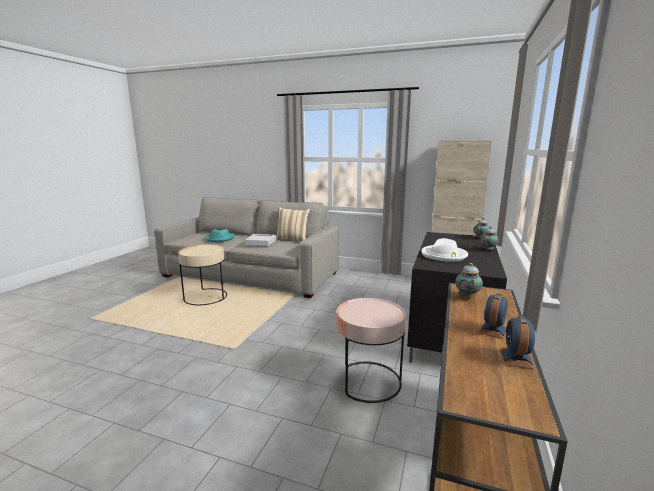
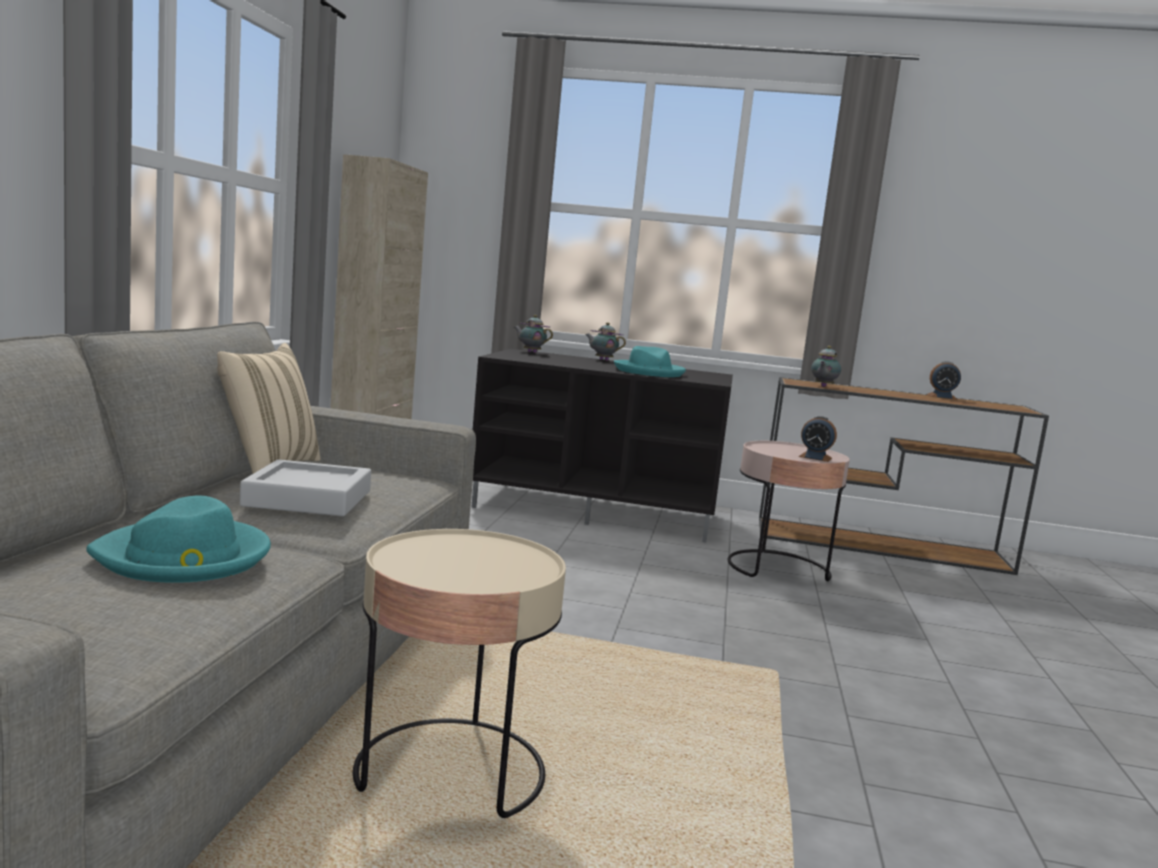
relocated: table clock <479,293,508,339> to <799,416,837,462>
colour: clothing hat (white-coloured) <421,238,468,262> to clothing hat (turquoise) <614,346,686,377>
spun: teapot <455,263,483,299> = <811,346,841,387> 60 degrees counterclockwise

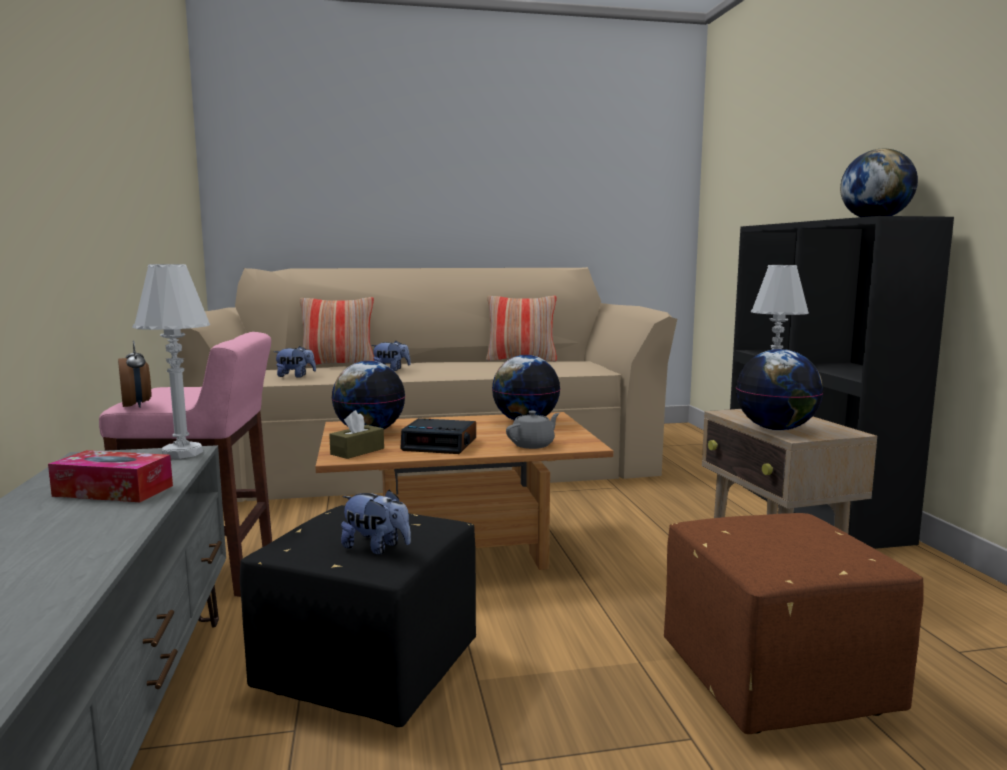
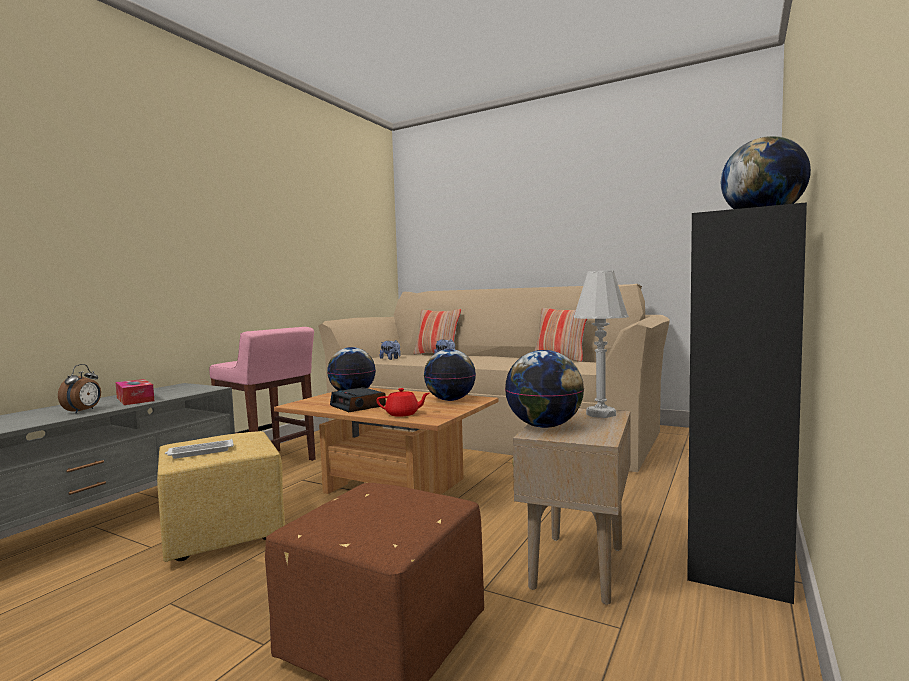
missing: lamp for a table (white-coloured) <132,264,210,459>; tissue box (brownish) <329,410,384,459>
relocated: table clock <118,341,152,408> to <58,364,101,414>
exchanged: plush toy <341,490,411,555> to carrying tray (white-coloured) <165,439,234,459>
colour: teapot (gray) <506,411,560,449> to teapot (red) <376,388,429,417>; pouffe (black-coloured) <240,505,476,727> to pouffe (yellow) <157,431,285,562>

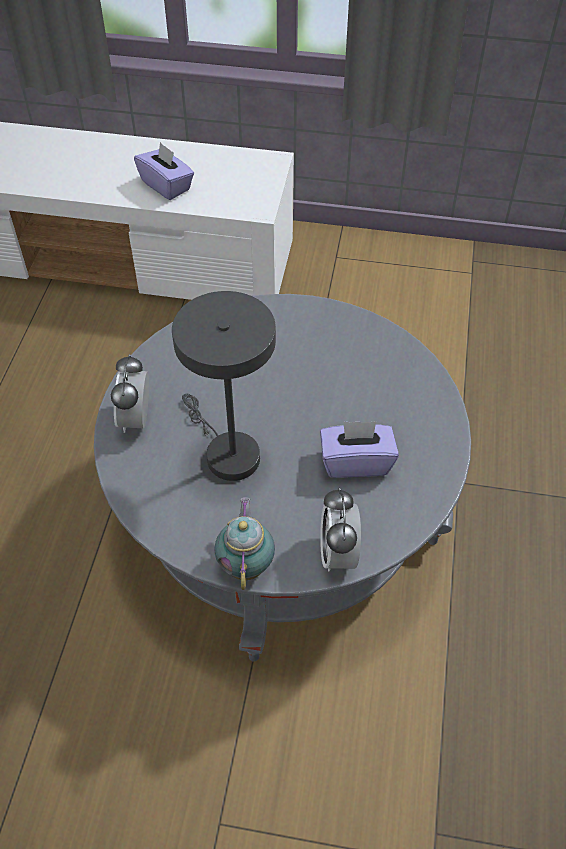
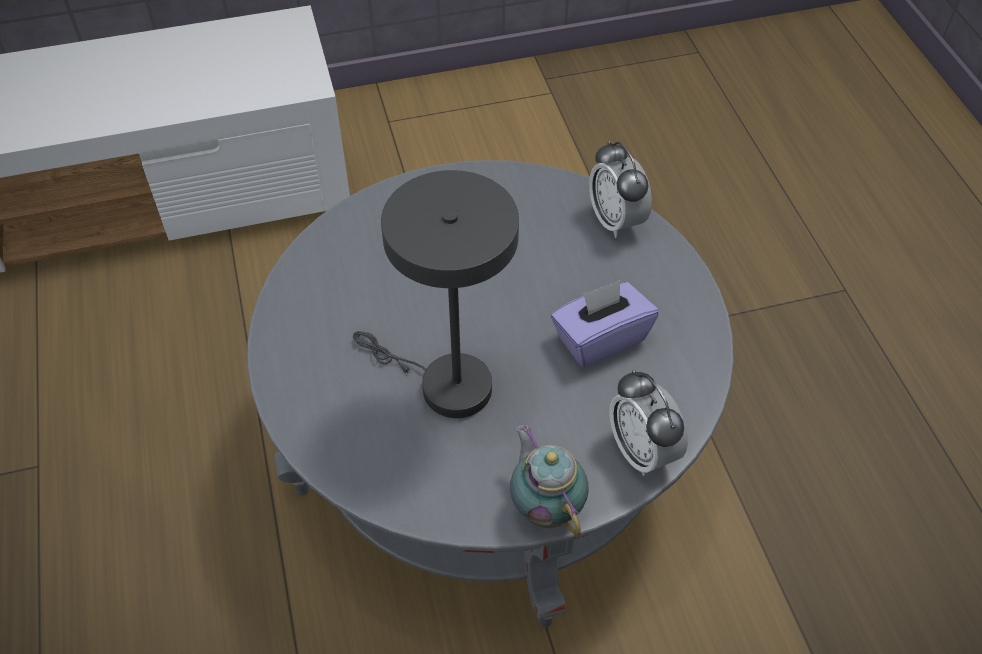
missing: tissue box (purple) <134,142,194,200>
relocated: table clock <111,354,149,433> to <589,141,652,238>

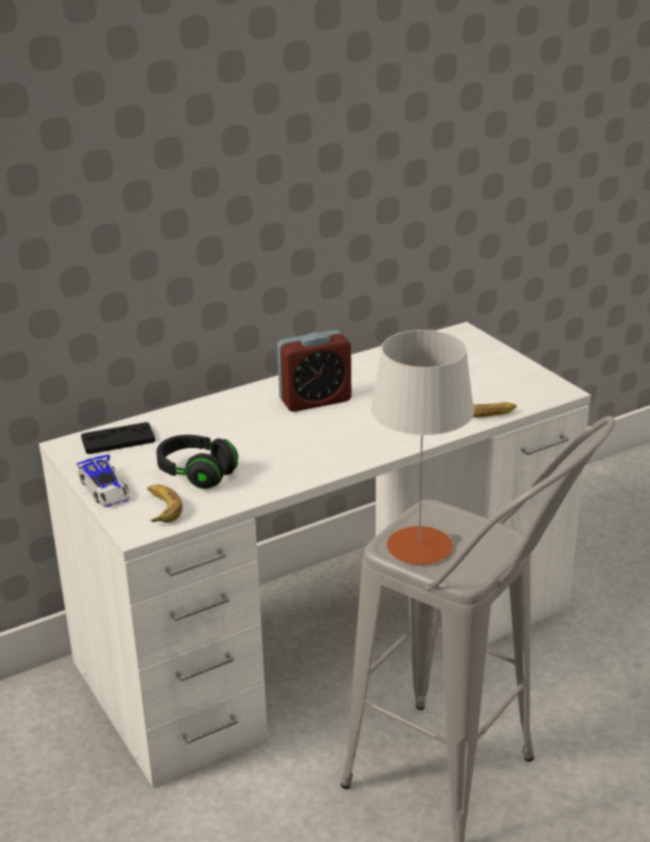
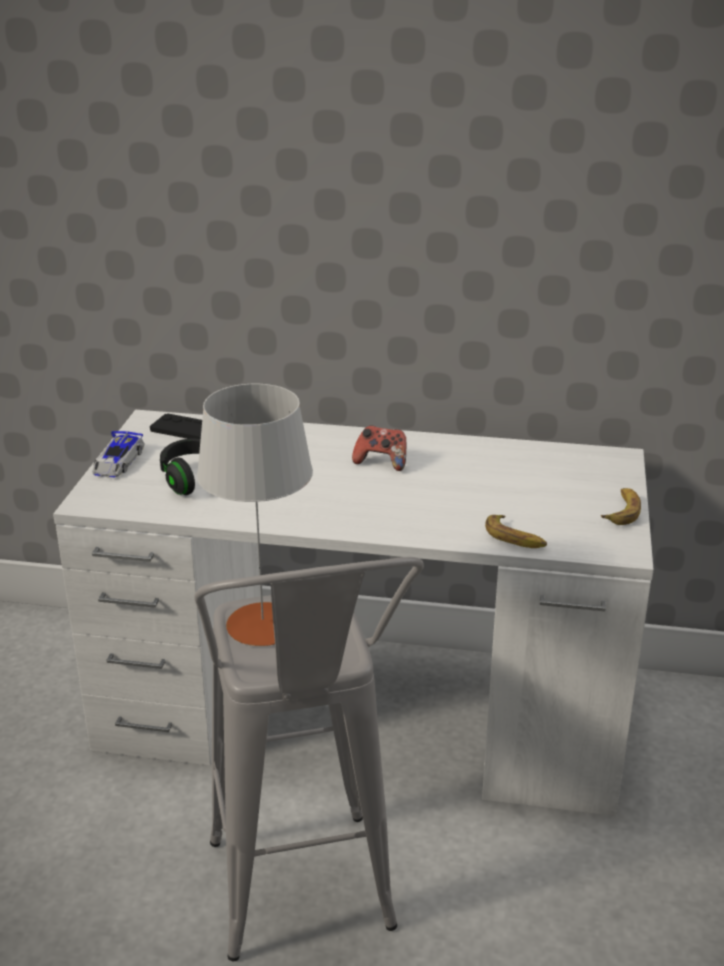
relocated: whole banana <147,484,183,523> to <601,488,641,525>
exchanged: table clock <277,330,351,412> to gamepad <352,425,406,471>

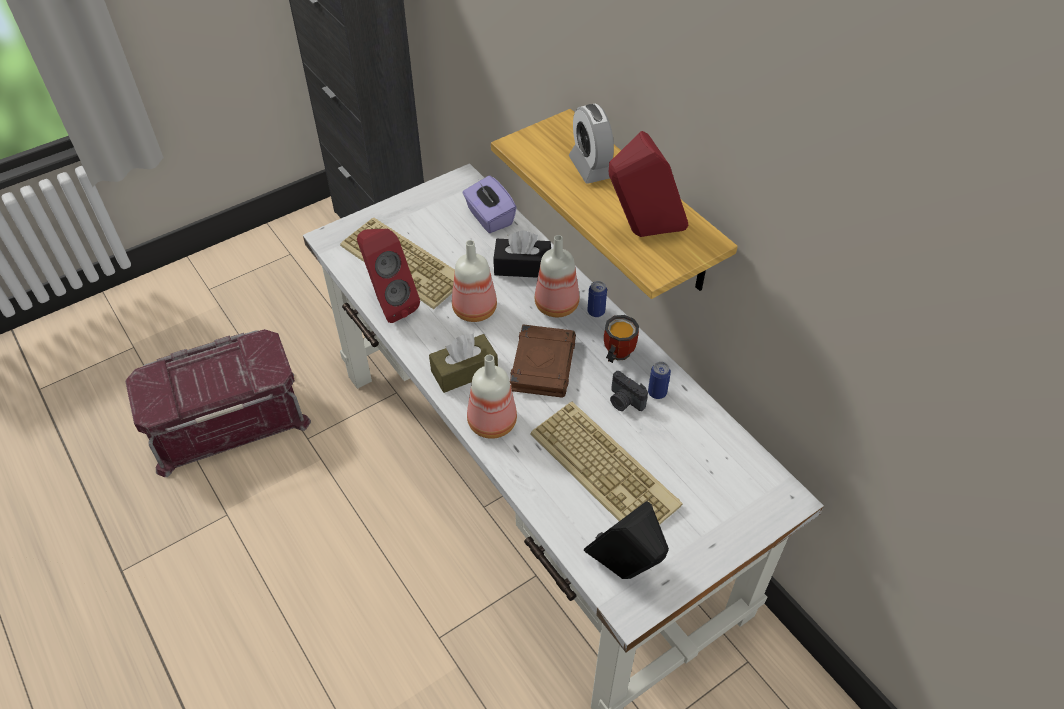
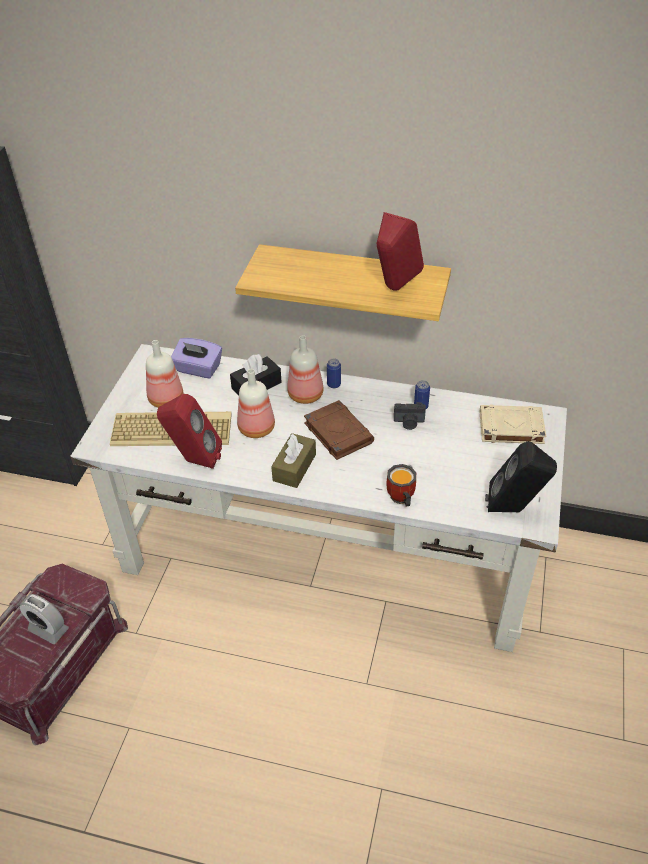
missing: PC keyboard <531,402,683,525>
appeared: bound book (sand-coloured) <480,405,546,444>
relocated: table clock <568,103,614,184> to <19,594,69,644>; coffee mug <604,315,639,363> to <386,464,416,507>; drink bottle <467,354,517,439> to <146,340,183,408>

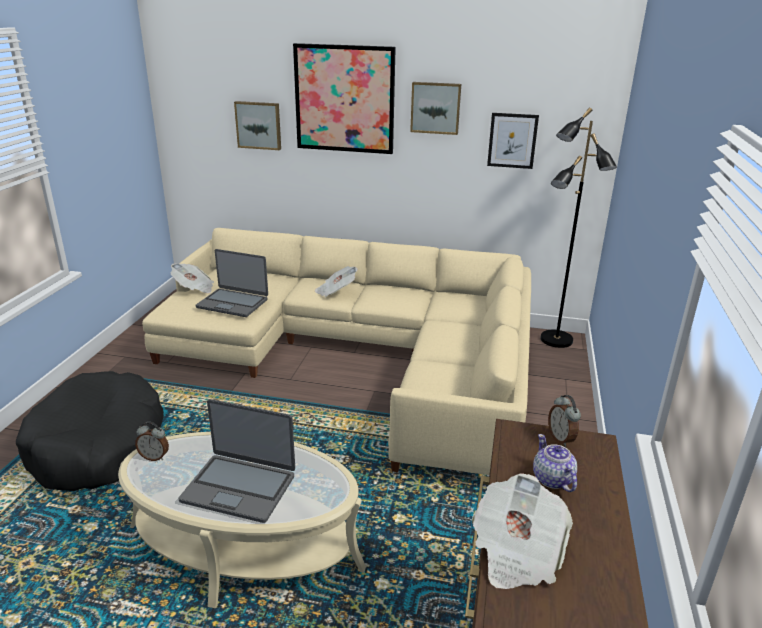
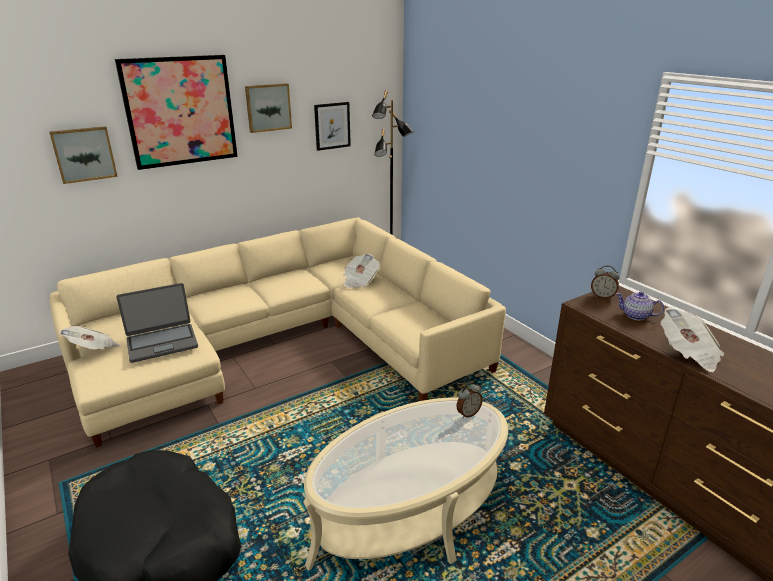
missing: laptop <179,399,295,523>
relocated: printed paper <315,266,358,297> to <343,254,380,288>; table clock <135,422,169,461> to <456,382,483,418>

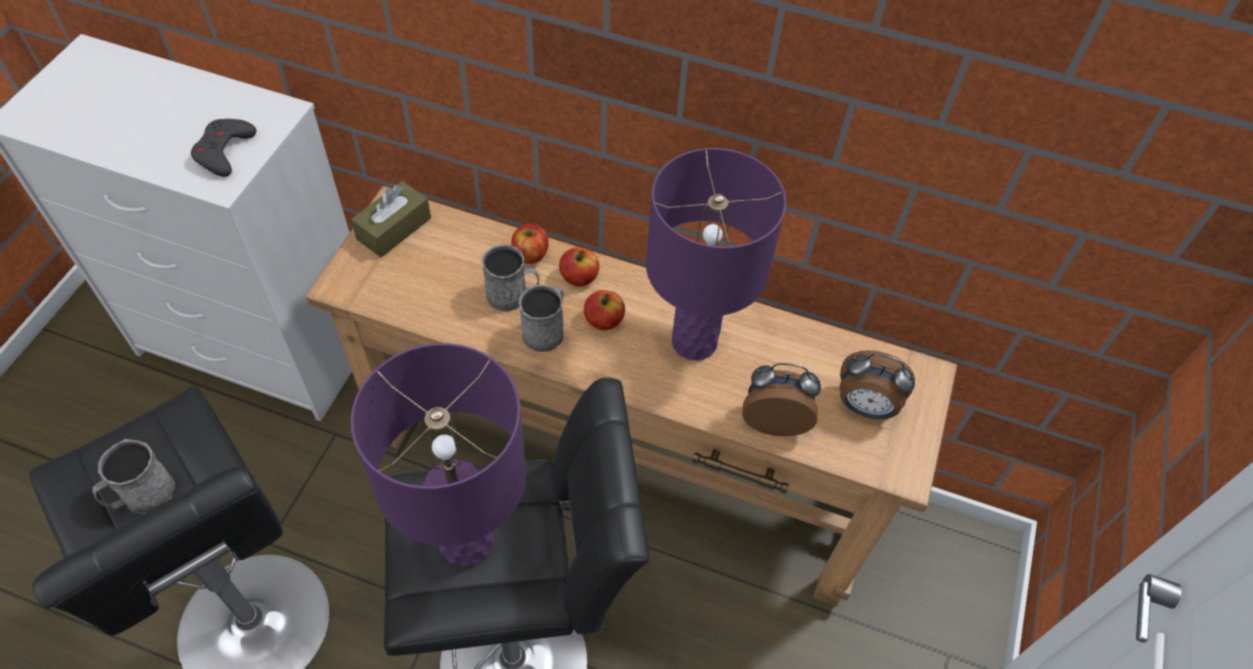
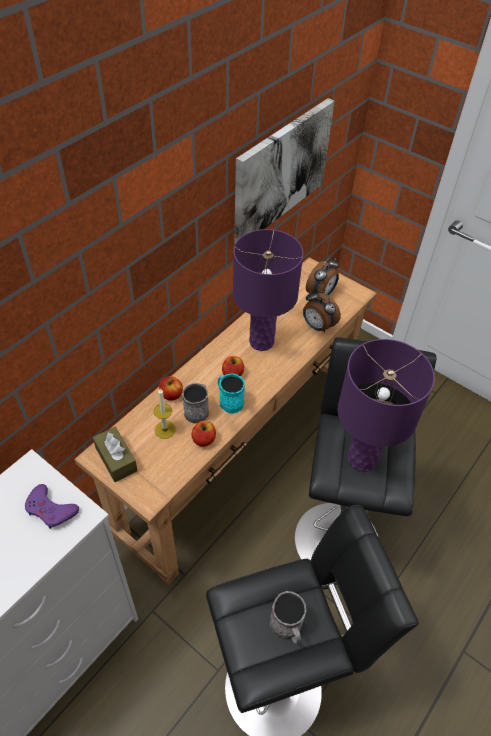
appeared: picture <234,98,335,244>; wax light <154,388,176,439>
relocated: whole apple <559,247,599,287> to <191,421,216,447>
colour: gamepad (gray) <191,119,257,177> to gamepad (purple) <25,484,79,529>; coffee mug (gray) <519,284,564,352> to coffee mug (turquoise) <218,373,245,414>
spun: table clock <742,363,821,436> = <303,289,341,333> 75 degrees counterclockwise

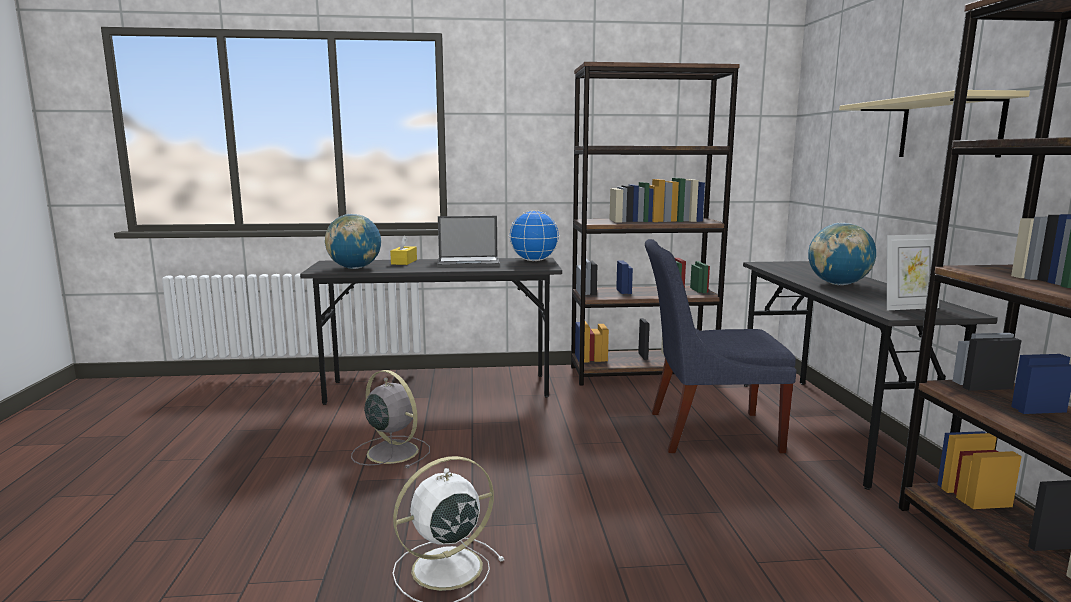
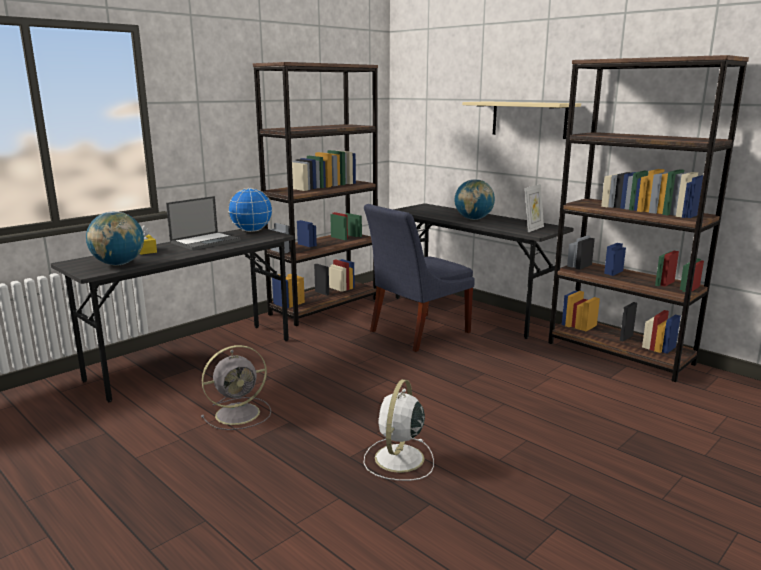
spun: cooling fan (gray) <351,370,430,469> = <201,345,271,430> 150 degrees clockwise

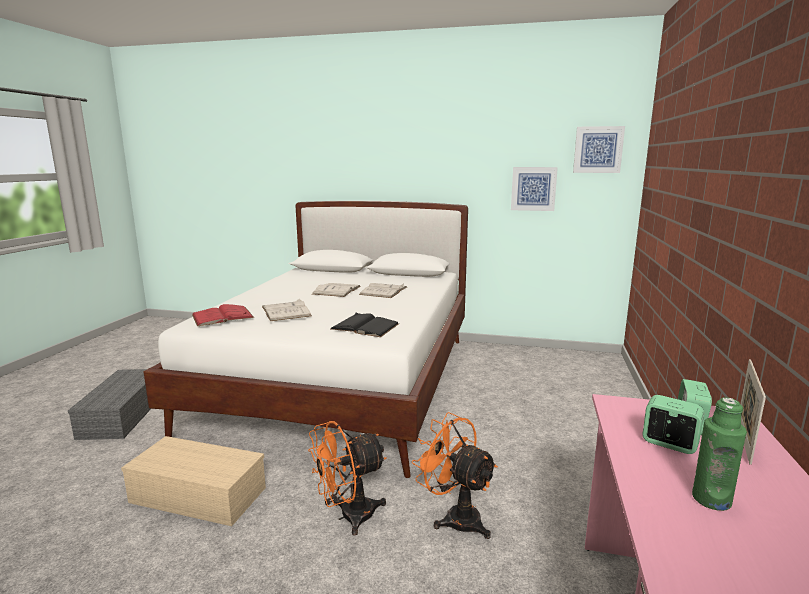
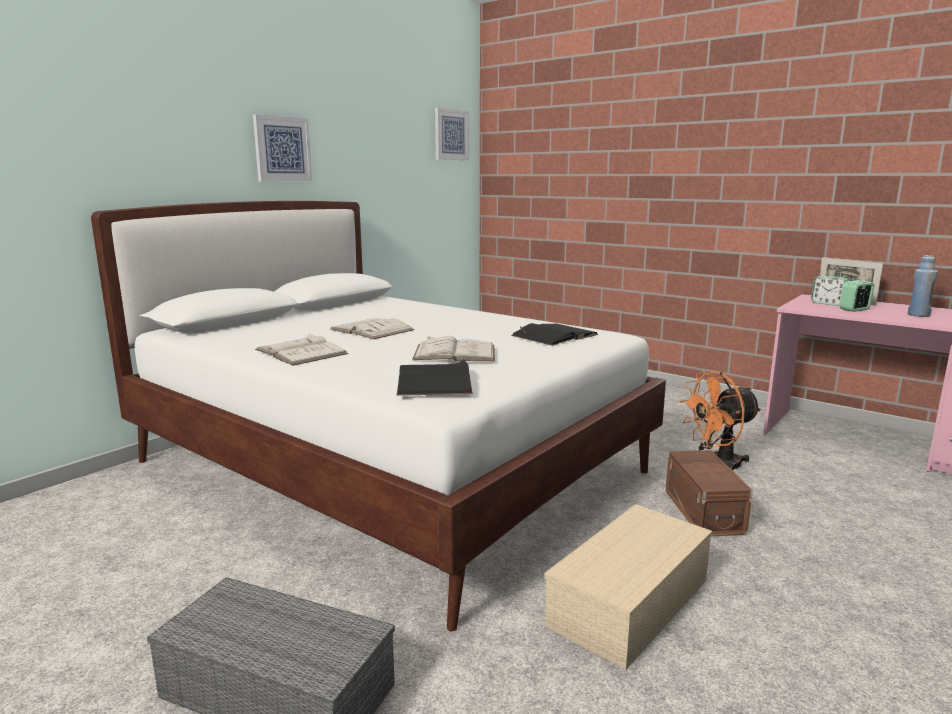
relocated: picture <511,167,558,211> to <253,114,312,181>; bound book (white-coloured) <359,283,407,298> to <255,333,348,366>
exchanged: cooling fan (orange-coloured) <308,421,386,536> to storage container (brownish) <665,450,753,536>
colour: bound book (red) <192,304,254,326> to bound book (black-coloured) <397,359,473,396>; drink bottle (green-coloured) <692,398,747,511> to drink bottle (bluish) <908,255,938,317>

